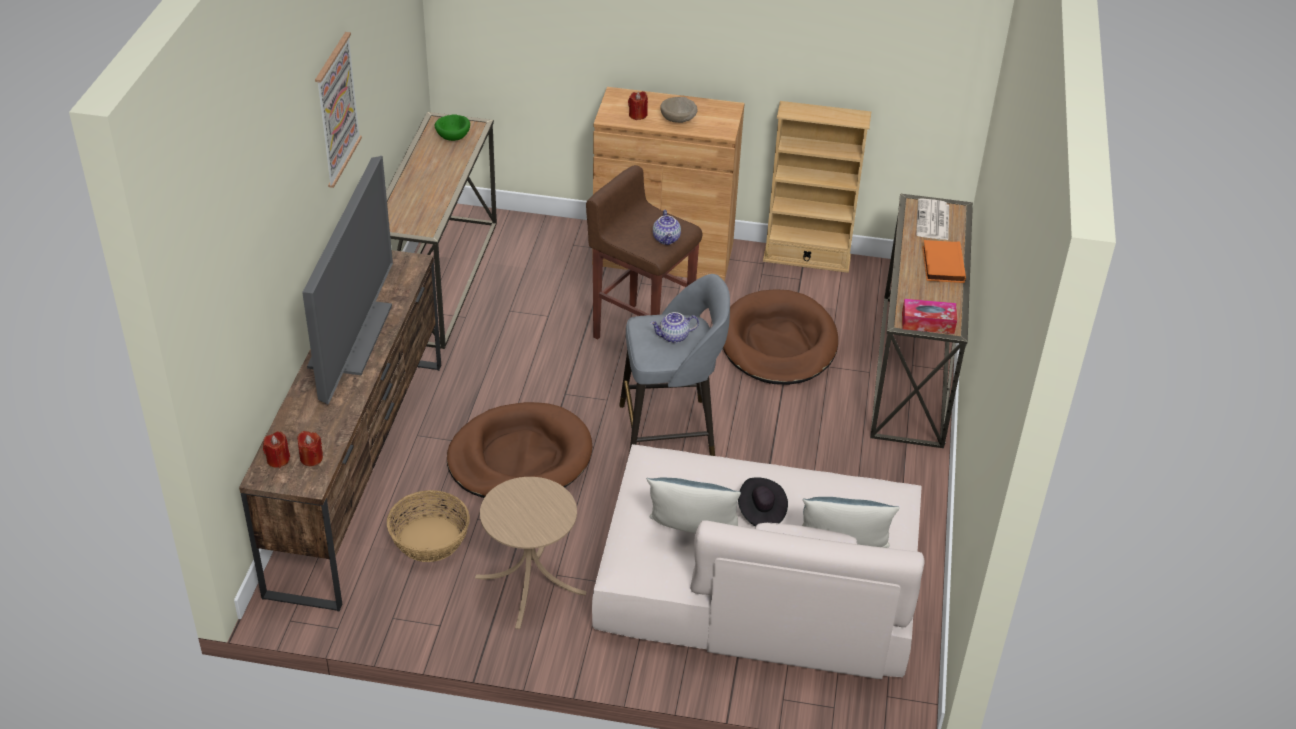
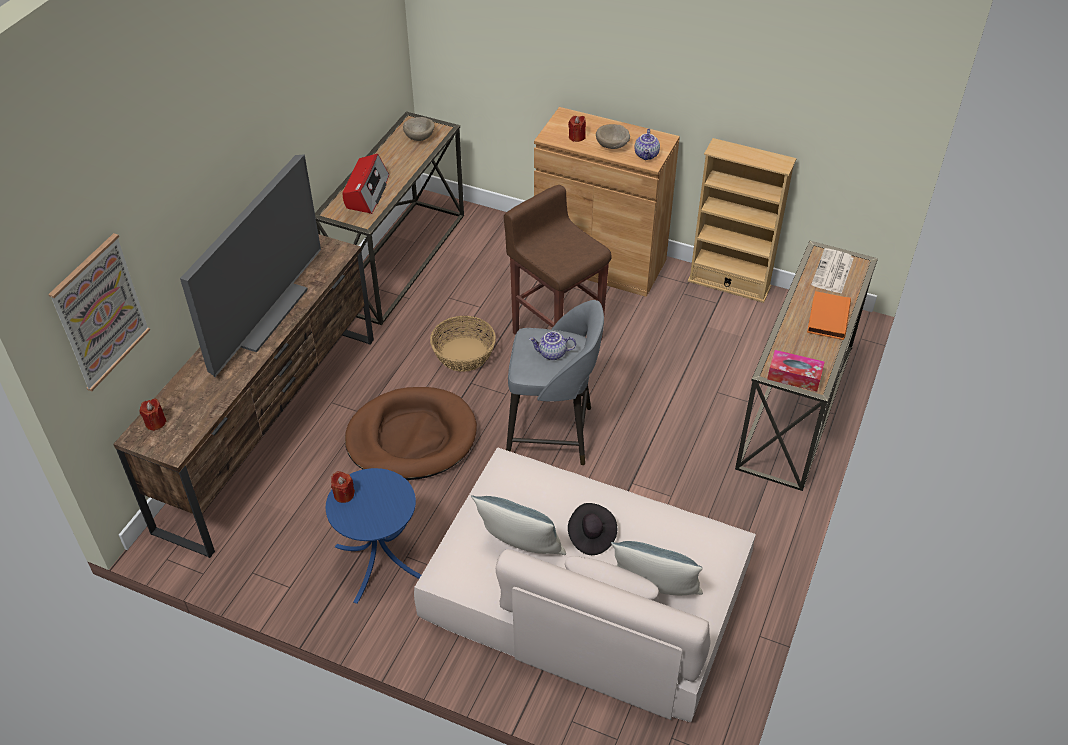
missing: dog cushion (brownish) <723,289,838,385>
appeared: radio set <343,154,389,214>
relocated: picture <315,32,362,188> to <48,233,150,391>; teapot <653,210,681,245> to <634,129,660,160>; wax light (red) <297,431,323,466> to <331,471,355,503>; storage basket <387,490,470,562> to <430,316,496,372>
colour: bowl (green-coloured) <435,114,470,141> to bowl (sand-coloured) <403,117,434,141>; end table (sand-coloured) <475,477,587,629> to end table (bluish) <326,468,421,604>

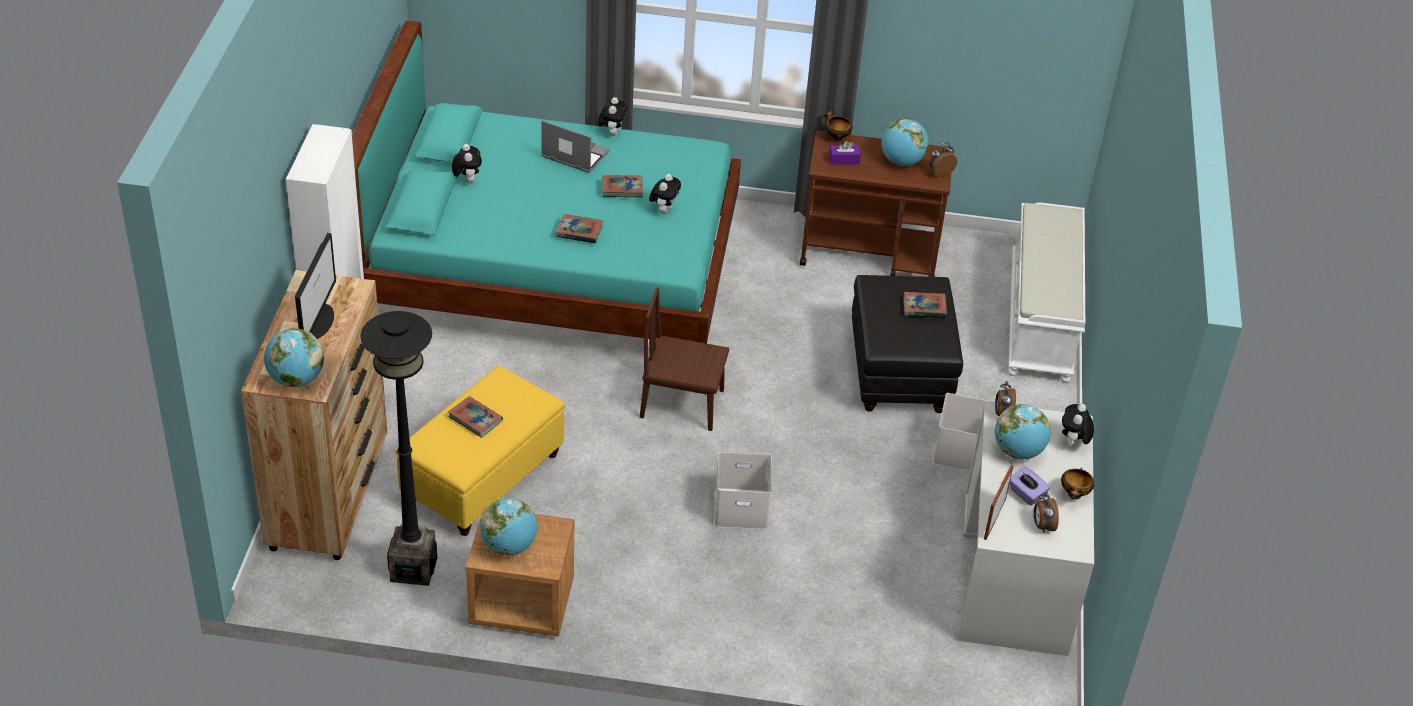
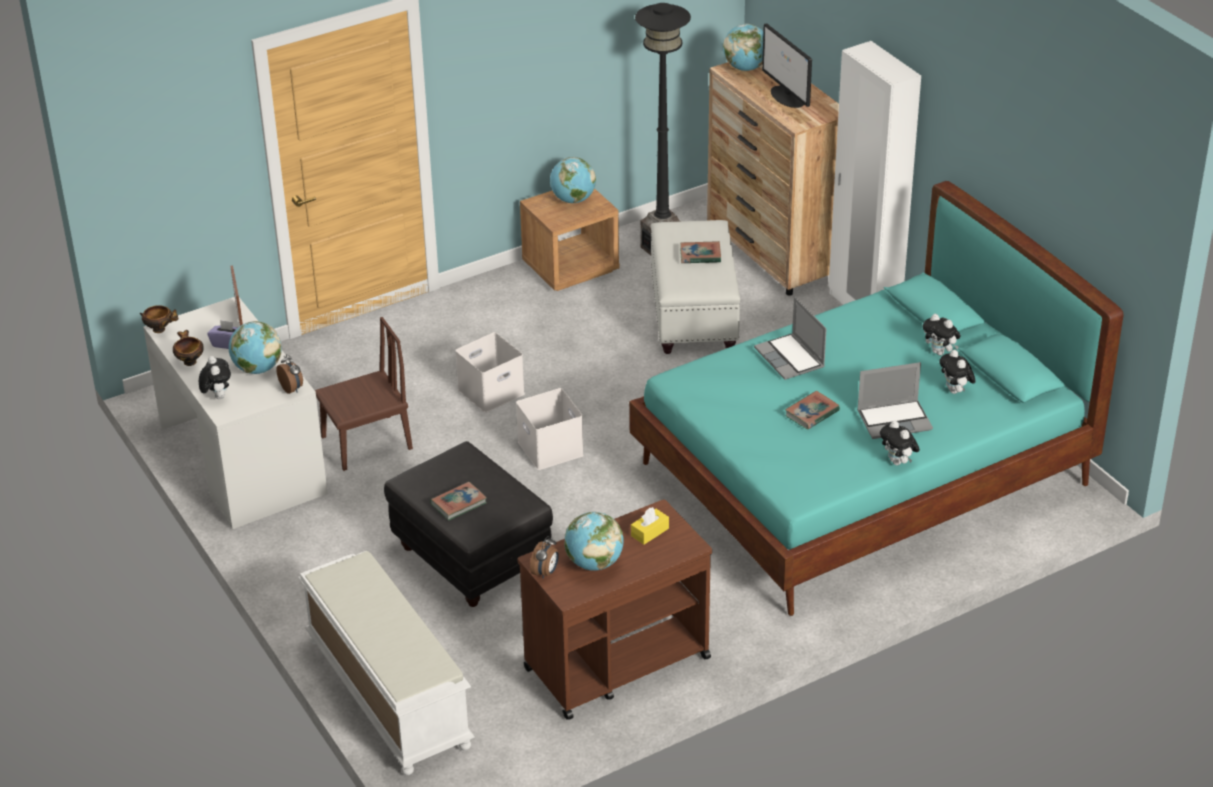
missing: table clock <1034,492,1059,533>
relocated: bowl <824,110,852,142> to <140,305,178,333>; plush toy <649,174,681,213> to <940,350,976,394>; plain chair (brownish) <640,287,729,431> to <315,317,413,471>; storage container (white-coloured) <932,393,995,471> to <516,388,584,470>
exchanged: bound book <556,214,603,244> to laptop <754,297,827,380>
colour: tissue box (purple) <829,141,861,165> to tissue box (yellow) <631,507,669,545>; pouffe (yellow) <395,366,565,536> to pouffe (white-coloured) <651,220,740,354>

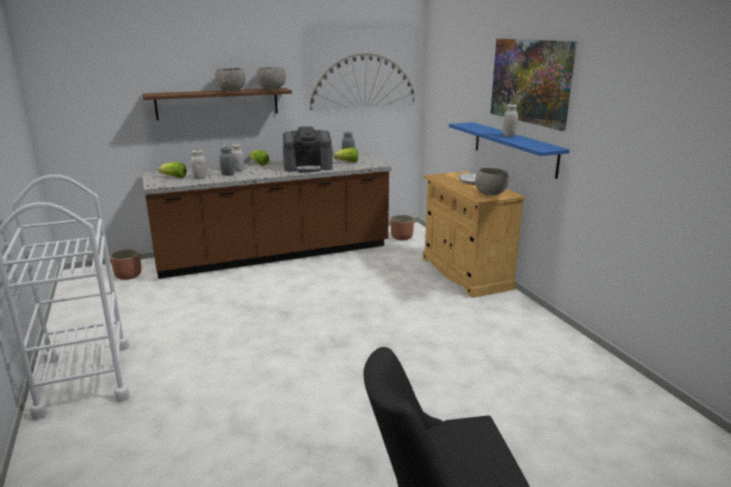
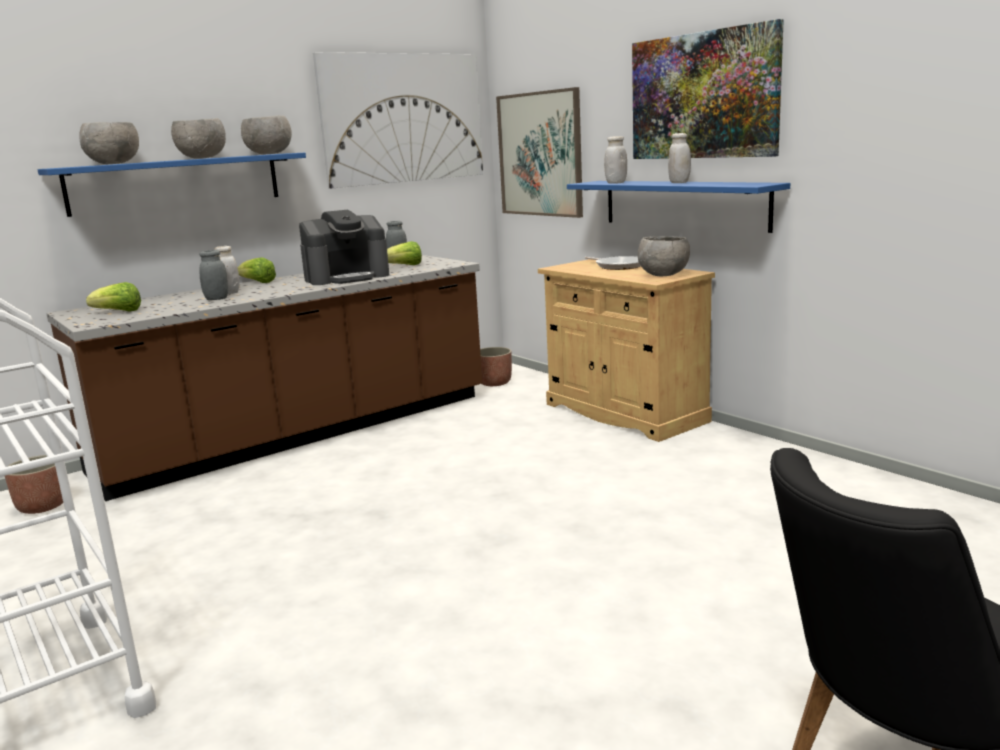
appeared: picture <496,87,583,218>; bowl (gray) <79,122,139,164>
relocated: jar (white-coloured) <191,150,207,179> to <604,136,627,184>
colour: bracket shelf (brownish) <142,88,292,120> to bracket shelf (bluish) <38,153,306,217>

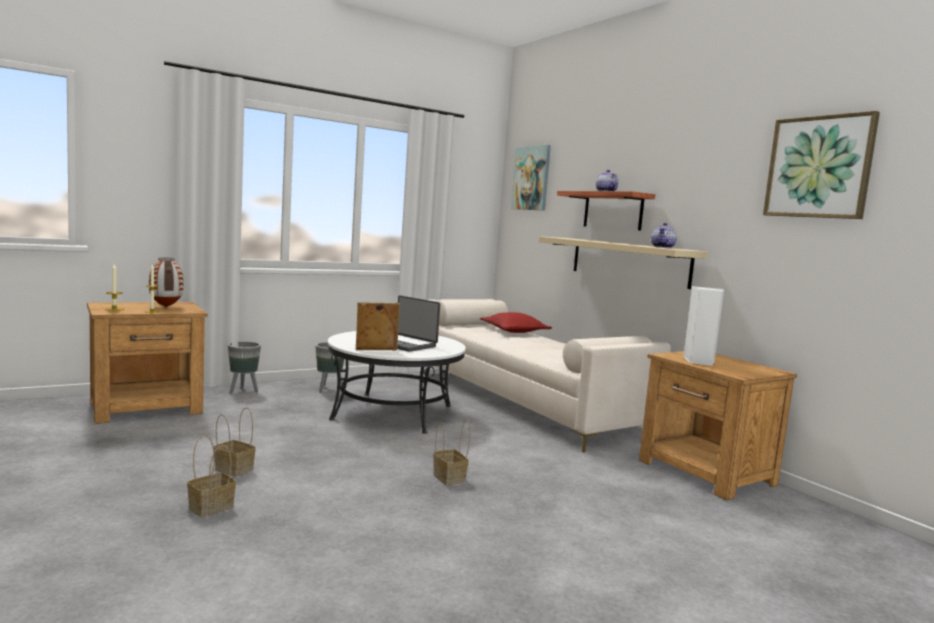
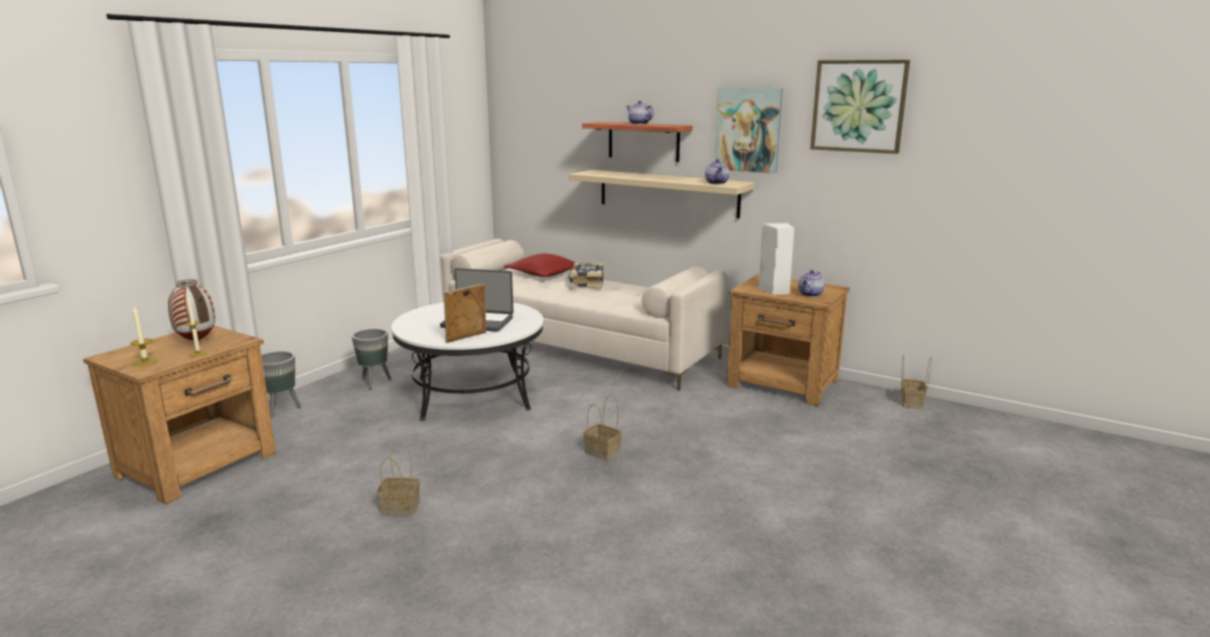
appeared: bound book <569,262,604,288>; teapot <798,270,825,297>
relocated: picture <511,145,551,211> to <715,87,783,174>; storage basket <187,435,236,517> to <900,355,932,409>

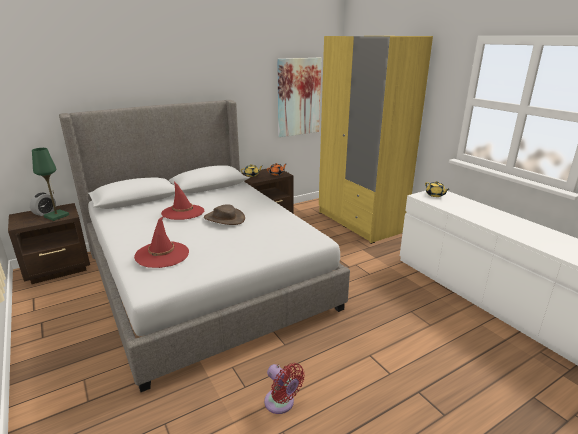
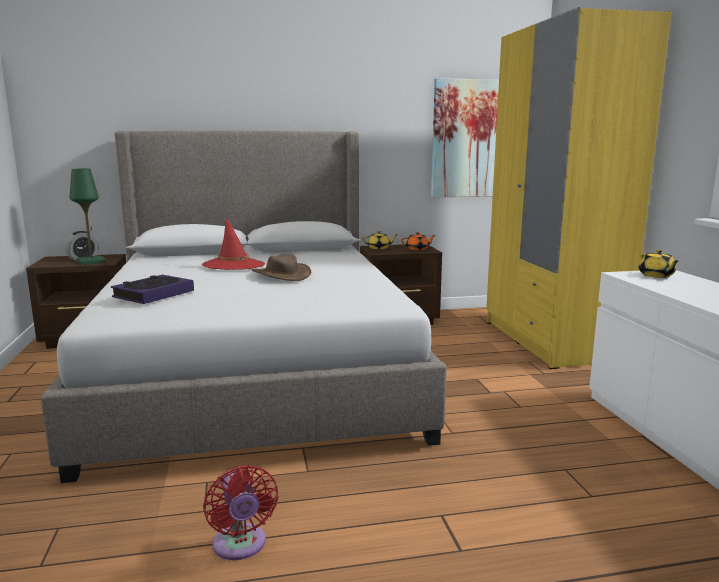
exchanged: clothing hat (red) <134,216,189,268> to bound book <111,275,194,304>

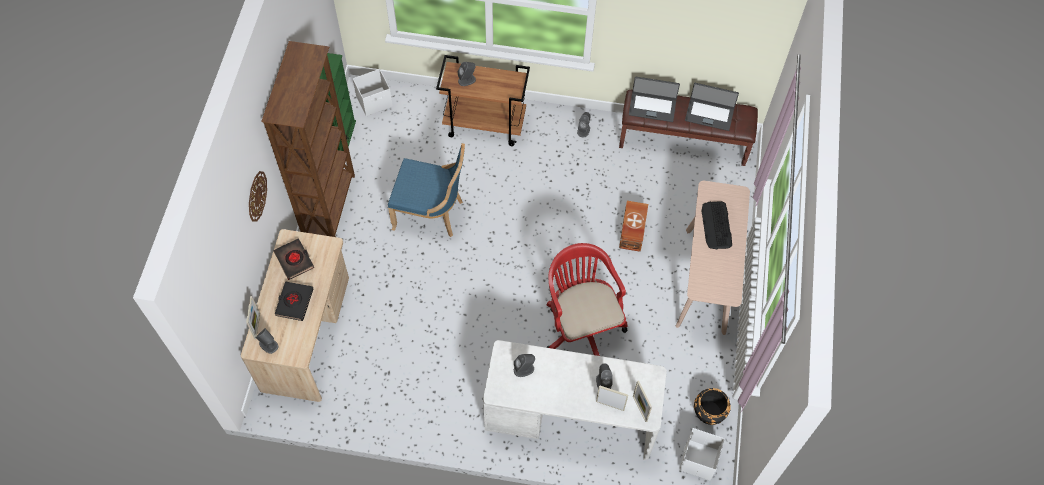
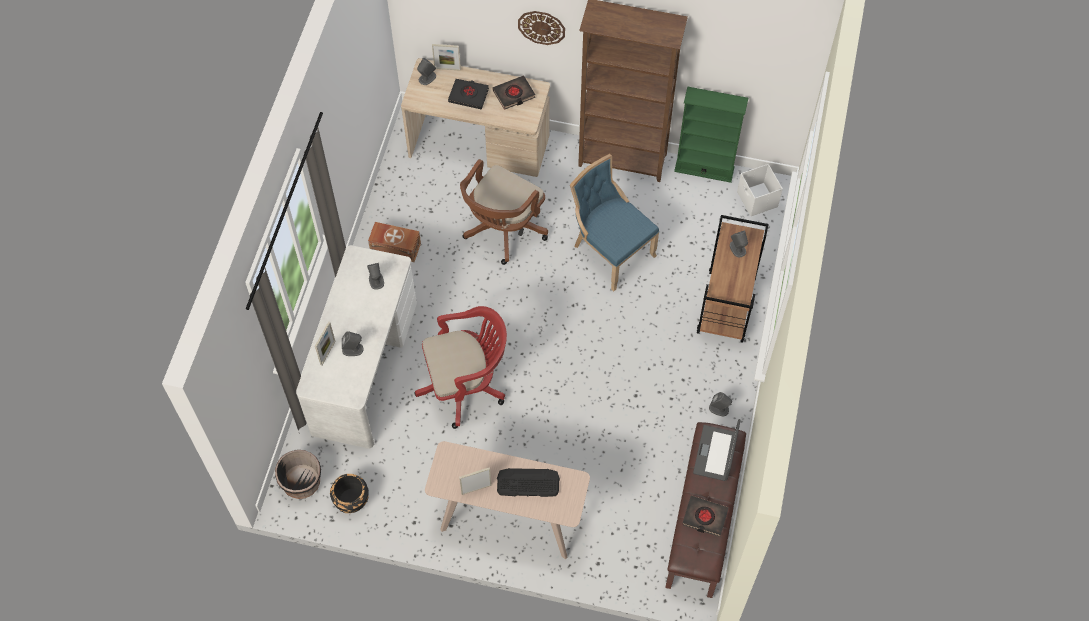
appeared: desk chair (brownish) <460,159,548,265>
relocated: storage container (brownish) <619,201,648,252> to <368,222,421,262>; picture frame <633,381,652,422> to <459,467,491,495>
exchanged: laptop <685,83,739,131> to bound book (black-coloured) <682,495,729,537>; storage container (white-coloured) <679,428,725,481> to planter (black-coloured) <275,450,321,499>
spun: plain chair (bluish) <388,143,465,237> = <570,154,659,291> 120 degrees clockwise

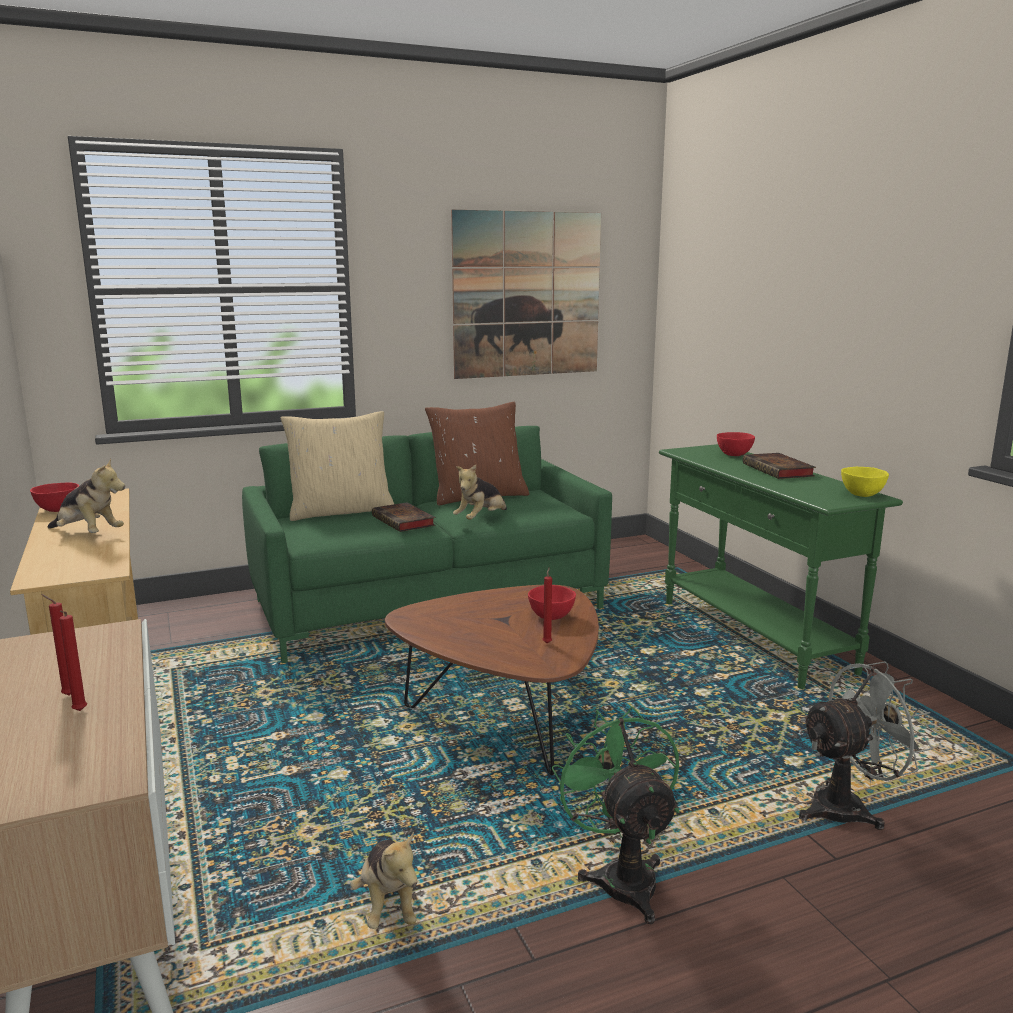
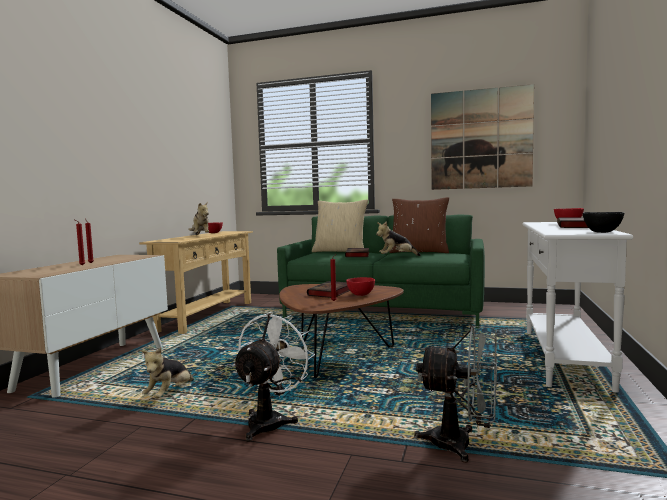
appeared: bound book <307,281,350,298>
colour: hall table (green-coloured) <659,444,903,689> to hall table (white-coloured) <522,222,633,393>; bowl (yellow) <841,467,889,497> to bowl (black-coloured) <583,212,625,233>; cooling fan (green-coloured) <551,707,679,924> to cooling fan (white-coloured) <232,312,315,442>

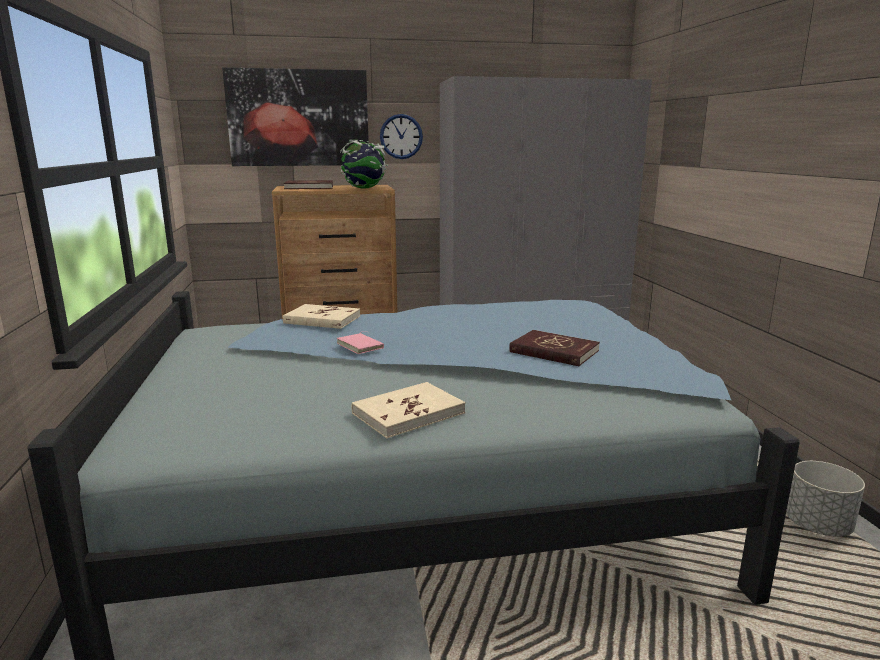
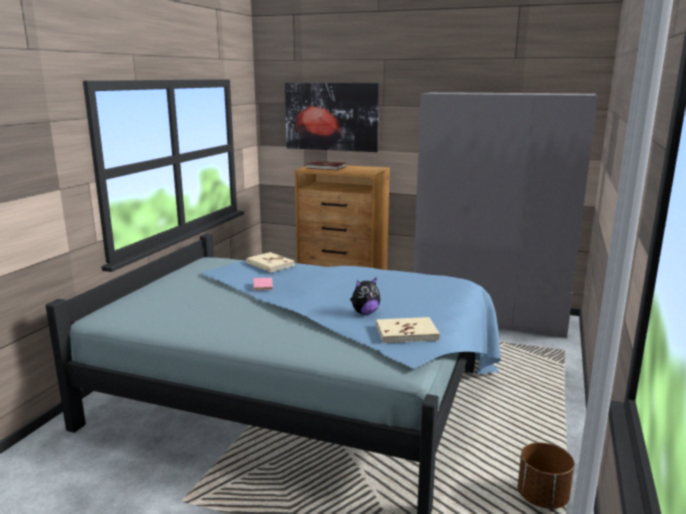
missing: clock on the wall <380,114,423,159>; desk globe <340,140,388,189>
relocated: bound book (sand-coloured) <351,382,466,438> to <376,317,440,343>
exchanged: bound book (red) <509,330,600,366> to plush toy <350,277,380,315>
colour: planter (gray) <786,461,865,537> to planter (brownish) <518,443,574,509>

